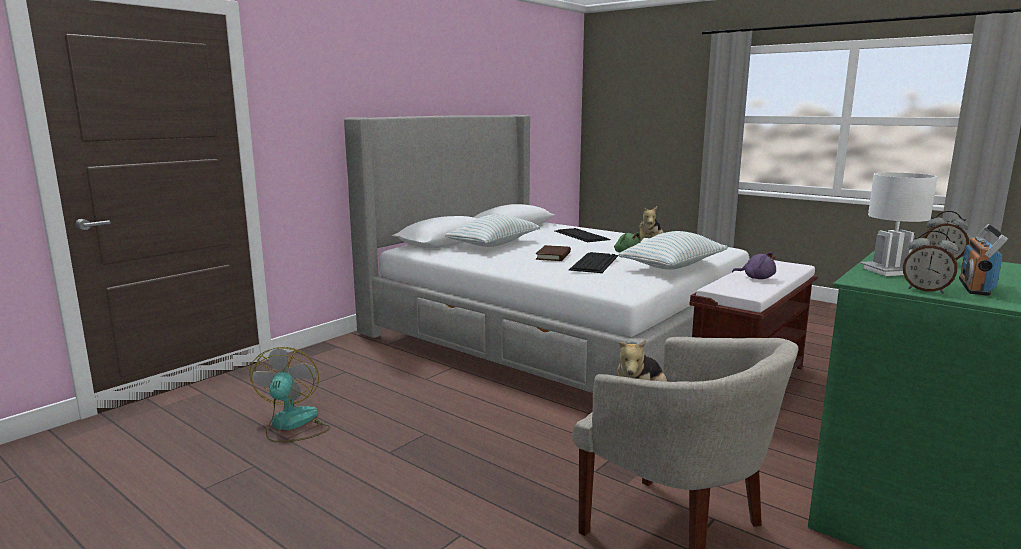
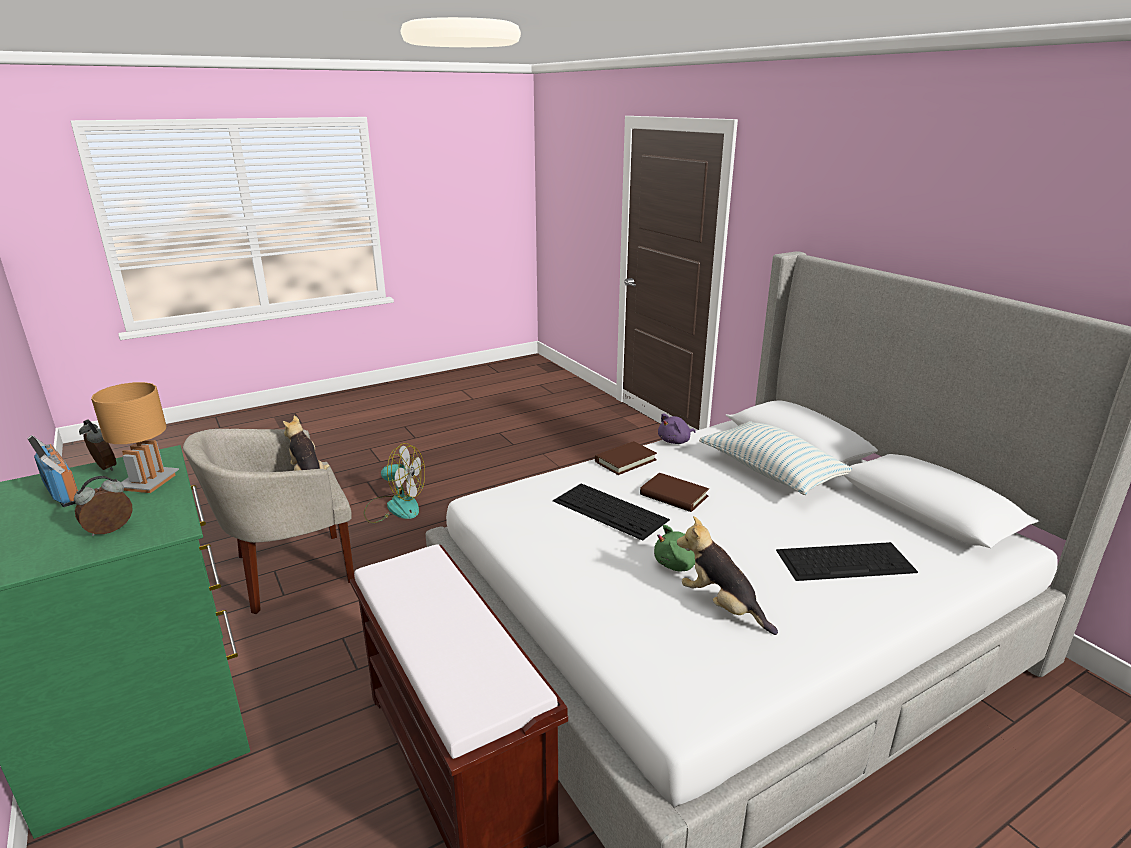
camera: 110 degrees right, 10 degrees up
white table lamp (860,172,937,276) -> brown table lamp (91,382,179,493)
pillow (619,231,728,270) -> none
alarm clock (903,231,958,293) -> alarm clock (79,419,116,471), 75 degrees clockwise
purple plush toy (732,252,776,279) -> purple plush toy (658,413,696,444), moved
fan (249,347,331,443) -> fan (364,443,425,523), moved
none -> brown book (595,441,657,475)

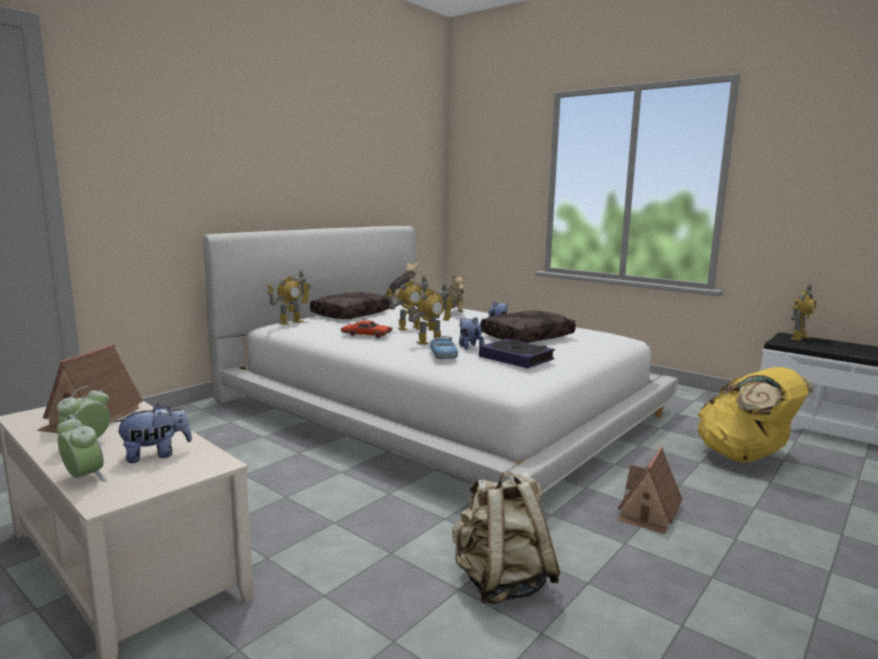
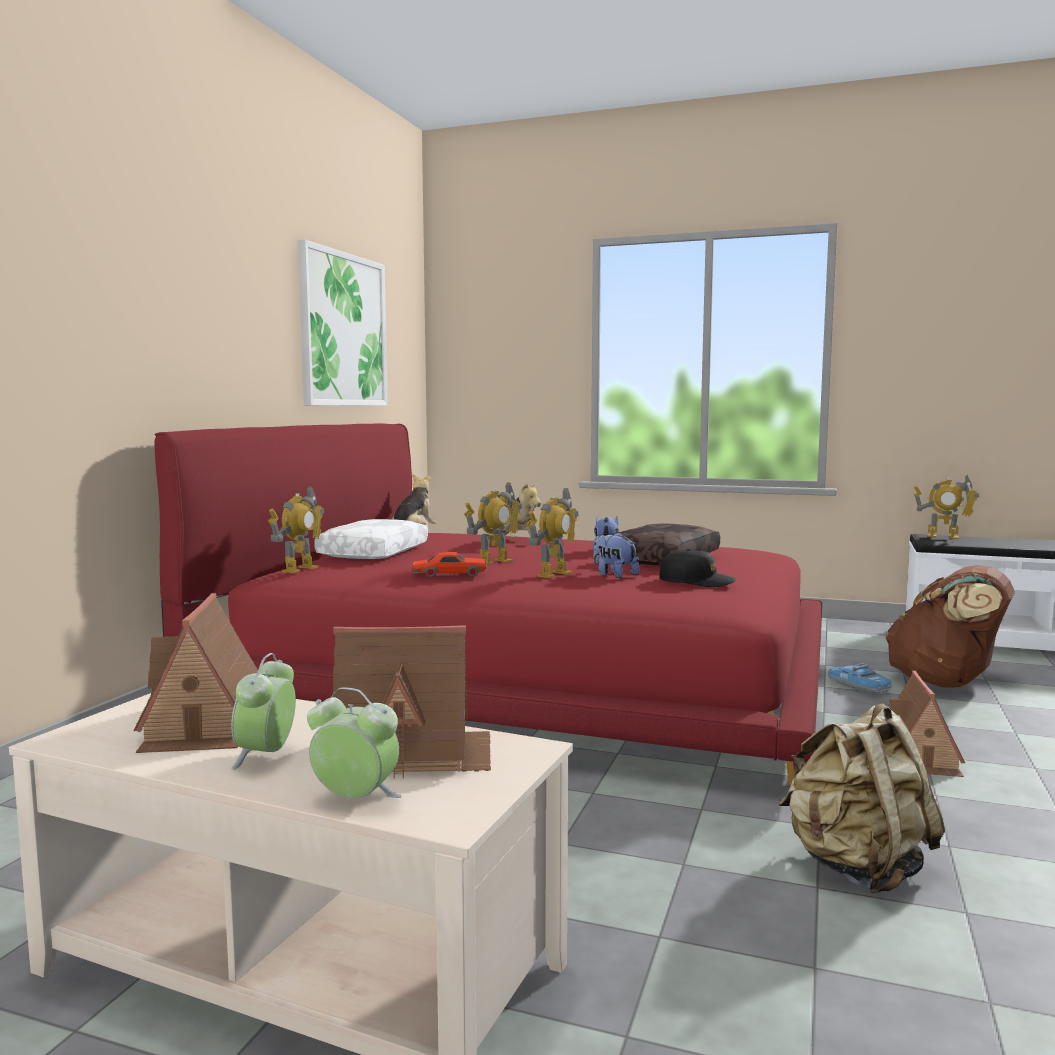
camera: 20 degrees left, 5 degrees down
white bed (203,226,678,494) -> red bed (155,423,822,786)
toy robot (791,284,816,341) -> toy robot (914,474,979,539), 90 degrees clockwise
brown pillow (310,292,390,319) -> white pillow (314,519,428,559)
toy car (430,336,458,359) -> toy car (828,663,891,694), moved
book (479,339,555,368) -> black cap (659,549,737,587)
yellow backpack (698,367,813,463) -> brown backpack (886,565,1015,688)
plush toy (113,404,192,463) -> toy house (333,625,491,779)
none -> picture (298,240,388,406)

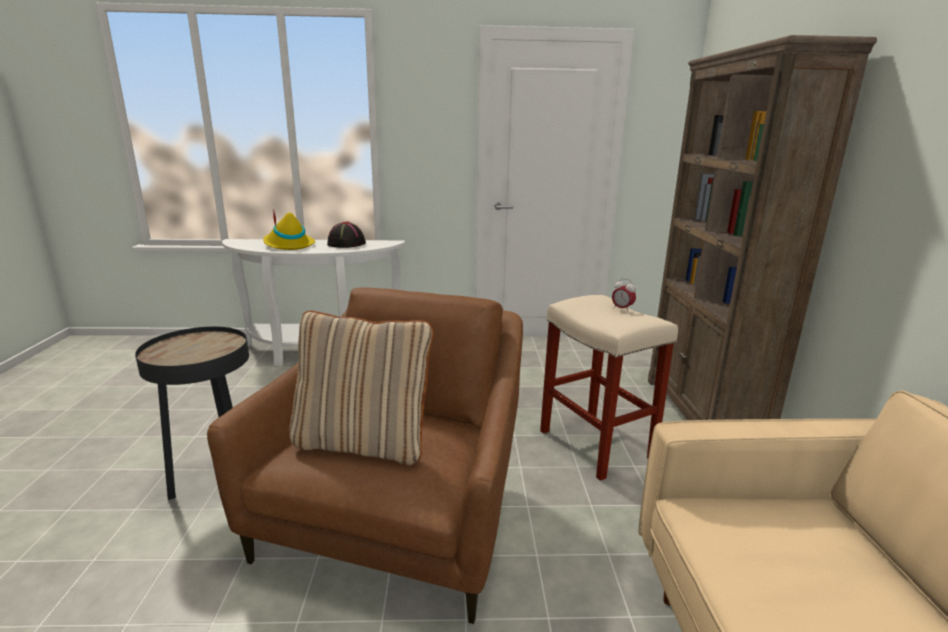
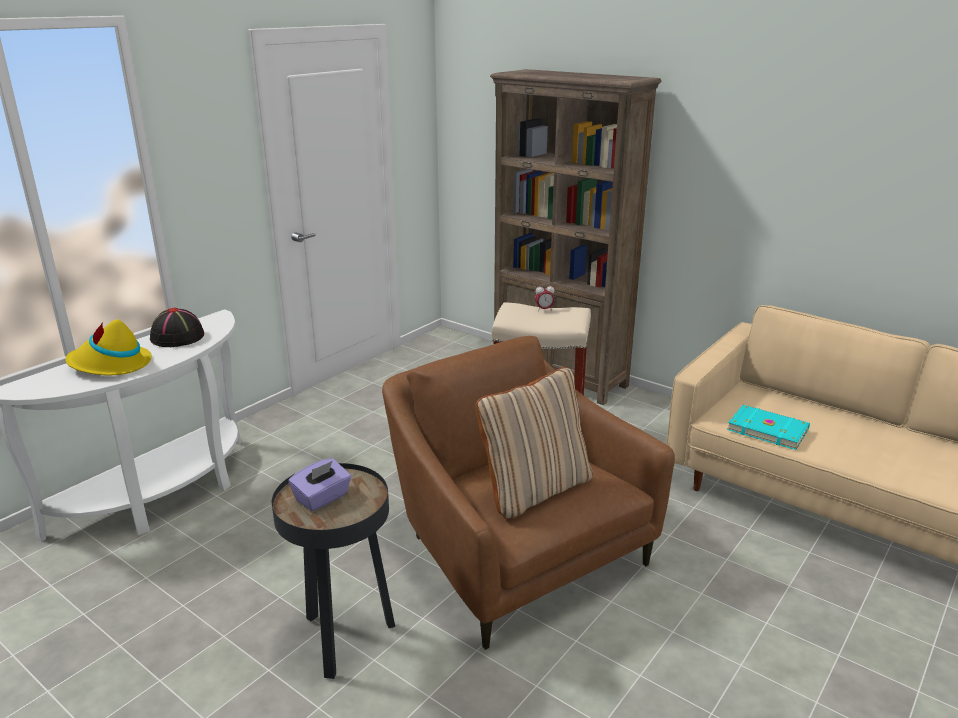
camera: 50 degrees left, 5 degrees up
none -> turquoise book (727,405,810,450)
none -> purple tissue box (289,458,352,511)

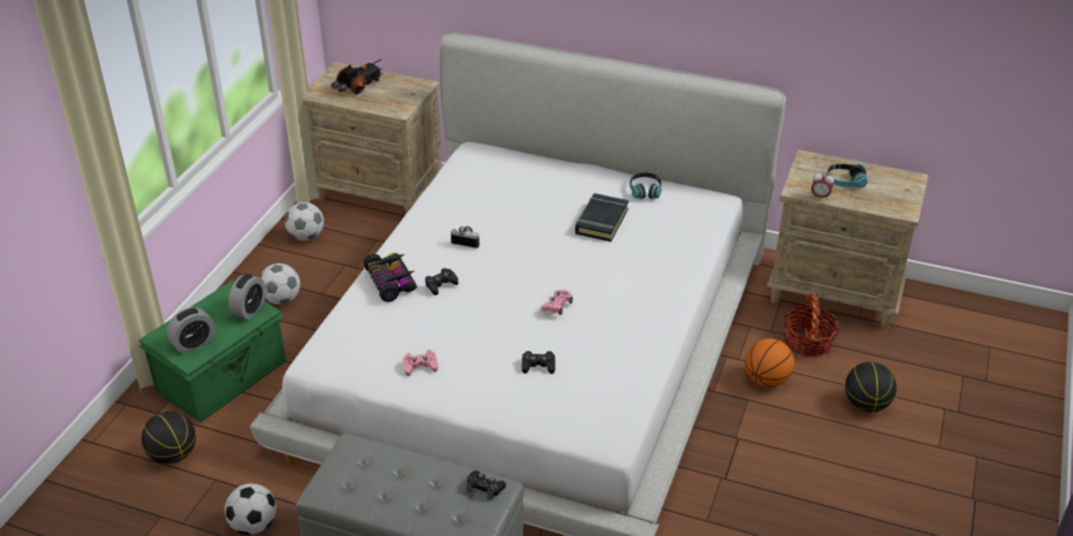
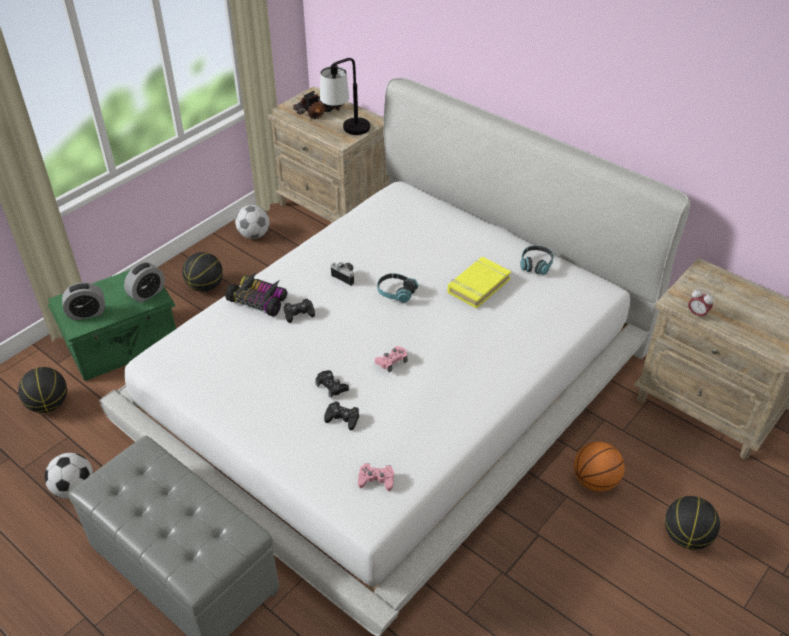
camera: 20 degrees right, 5 degrees up
headphones (826,164,868,188) -> headphones (377,273,418,303), moved
black book (575,193,629,242) -> yellow book (447,257,511,309)
toy car (363,253,417,302) -> toy car (225,273,288,317), 60 degrees counterclockwise
football (259,263,300,304) -> basketball (182,252,223,292)
basket (784,293,839,357) -> none
pink game controller (403,350,438,376) -> pink game controller (358,463,394,491), moved
black game controller (466,471,506,501) -> black game controller (315,370,349,398), moved
none -> table lamp (320,58,370,135)

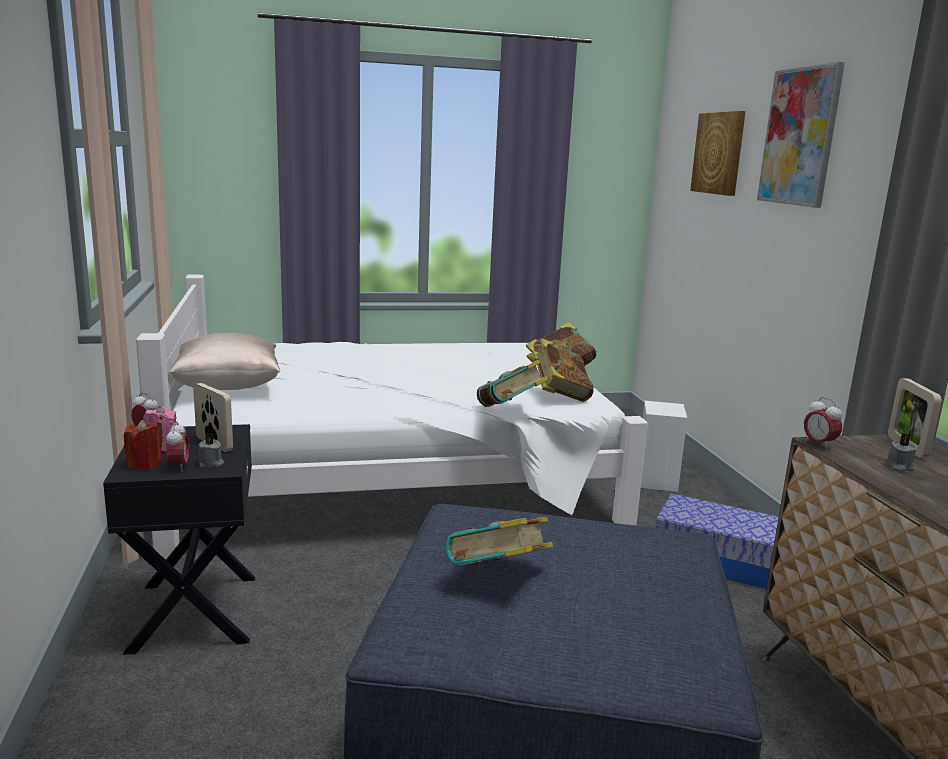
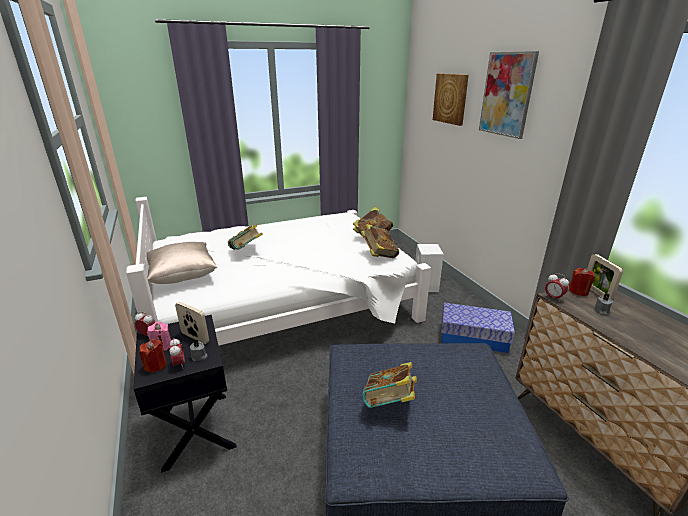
camera: 10 degrees left, 10 degrees up
book (477,360,549,407) -> book (228,225,263,250), moved
none -> red candle (568,268,595,296)

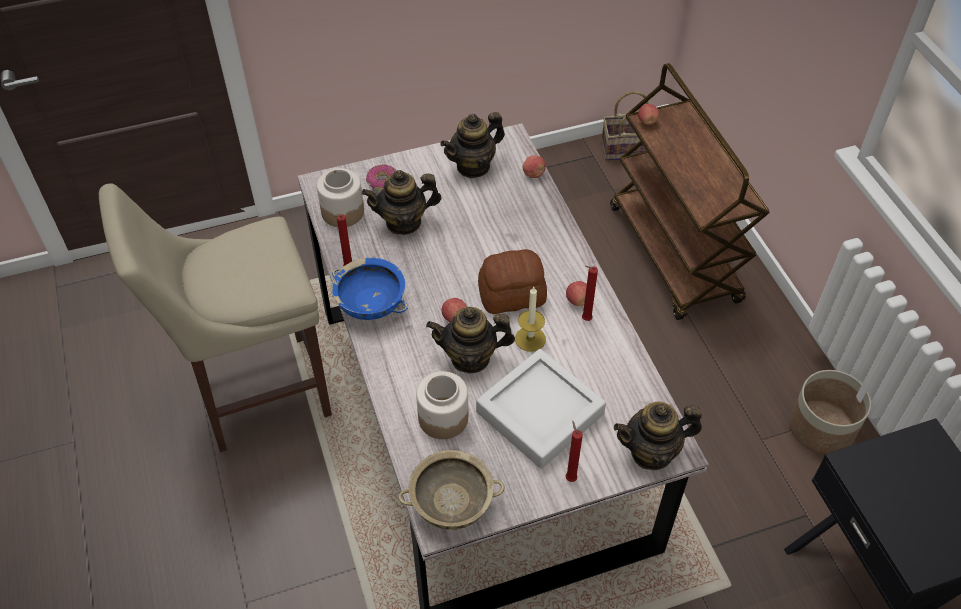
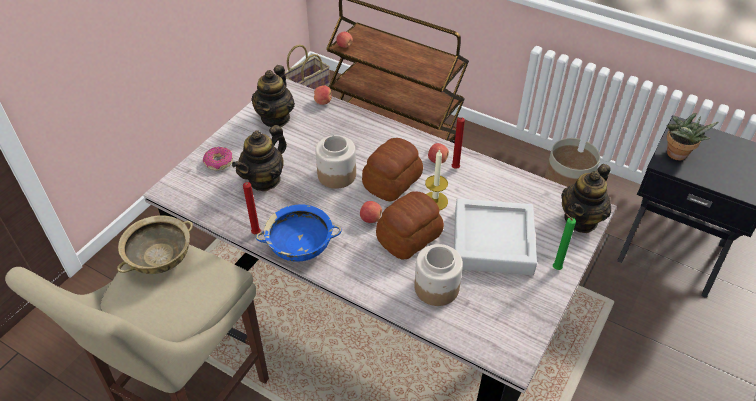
camera: 40 degrees left, 5 degrees down
jar (317,168,364,227) -> jar (315,135,356,189), moved
teapot (426,307,515,374) -> bread (376,191,444,259)
red candle (566,420,583,482) -> green candle (553,212,576,270)
beige bowl (398,450,505,530) -> beige bowl (117,215,193,274), moved
none -> potted plant (667,113,718,160)

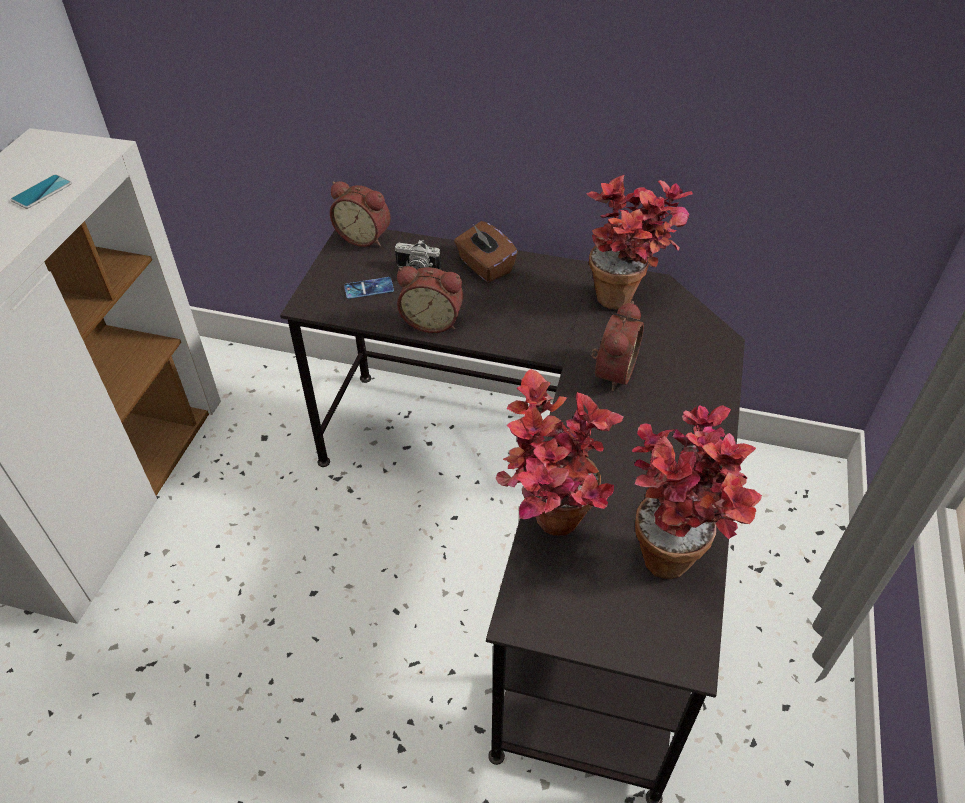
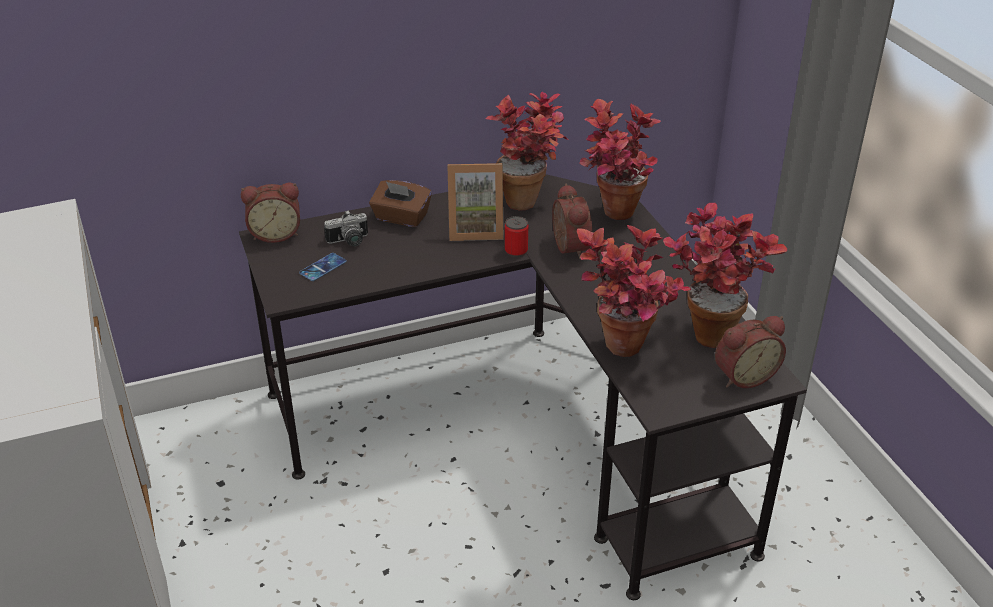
camera: 35 degrees left, 10 degrees down
phone (10,174,72,209) -> none
alarm clock (397,266,463,333) -> alarm clock (715,316,786,388), moved
none -> potted plant (579,99,661,220)
none -> picture frame (447,163,503,241)
none -> can (505,216,528,257)

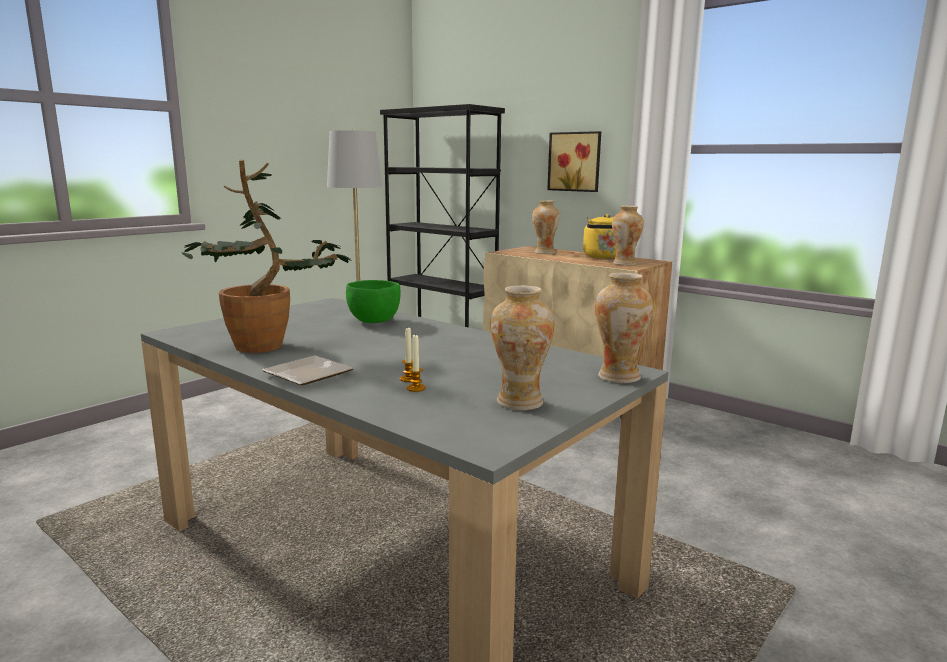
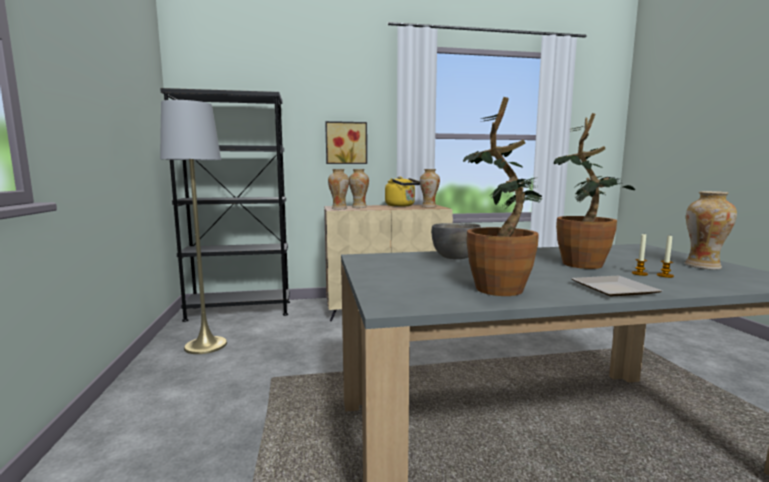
camera: 50 degrees left, 5 degrees down
vase (595,273,653,383) -> vase (328,169,349,209), moved
green bowl (346,280,401,323) -> grey bowl (432,223,481,259)
none -> potted plant (554,113,635,269)

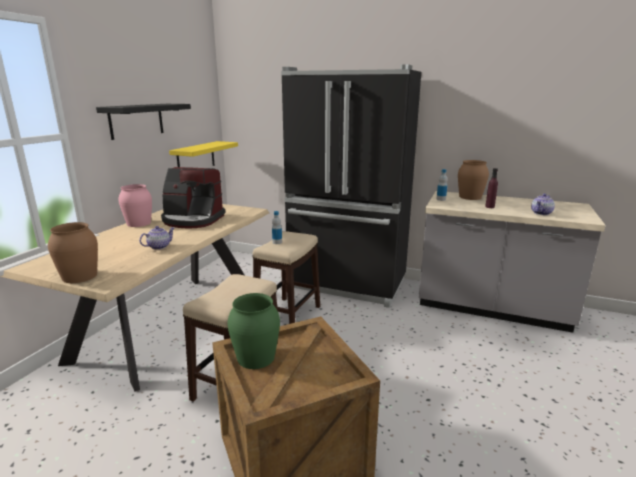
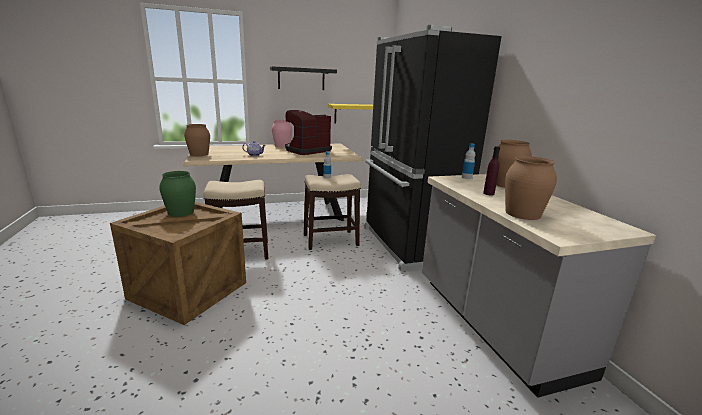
camera: 50 degrees right, 0 degrees up
coffee machine (161,167,226,228) -> coffee machine (285,110,332,155), 75 degrees clockwise
teapot (531,194,555,215) -> brown vase (505,156,557,220)

